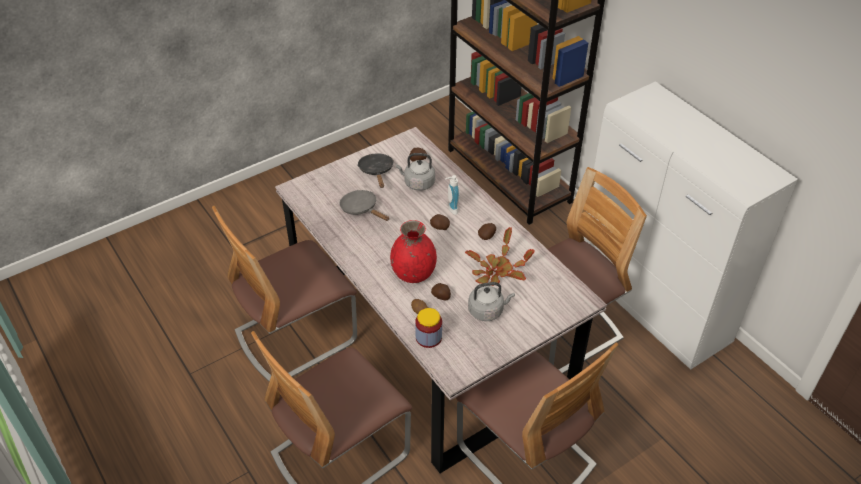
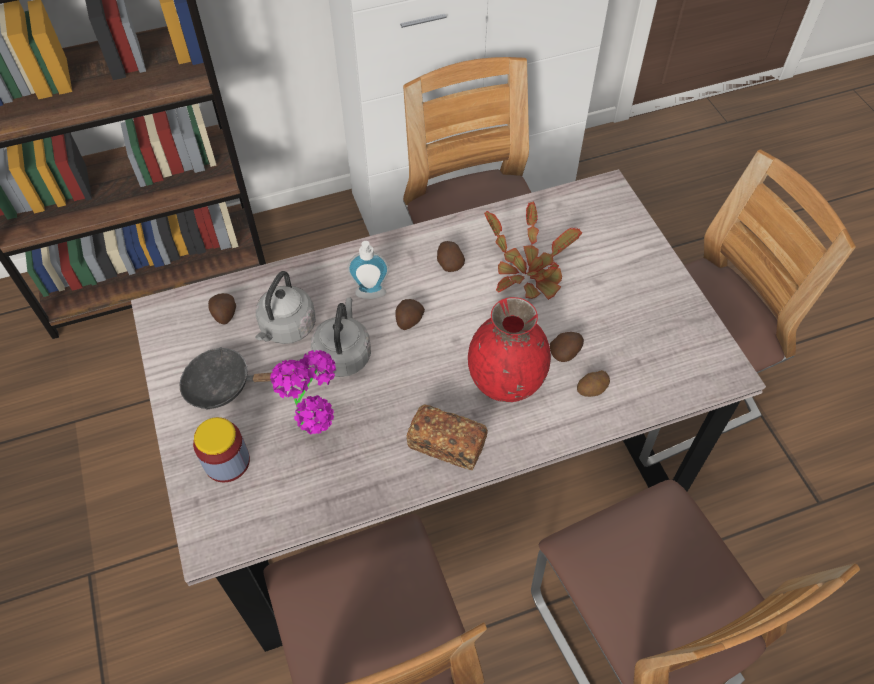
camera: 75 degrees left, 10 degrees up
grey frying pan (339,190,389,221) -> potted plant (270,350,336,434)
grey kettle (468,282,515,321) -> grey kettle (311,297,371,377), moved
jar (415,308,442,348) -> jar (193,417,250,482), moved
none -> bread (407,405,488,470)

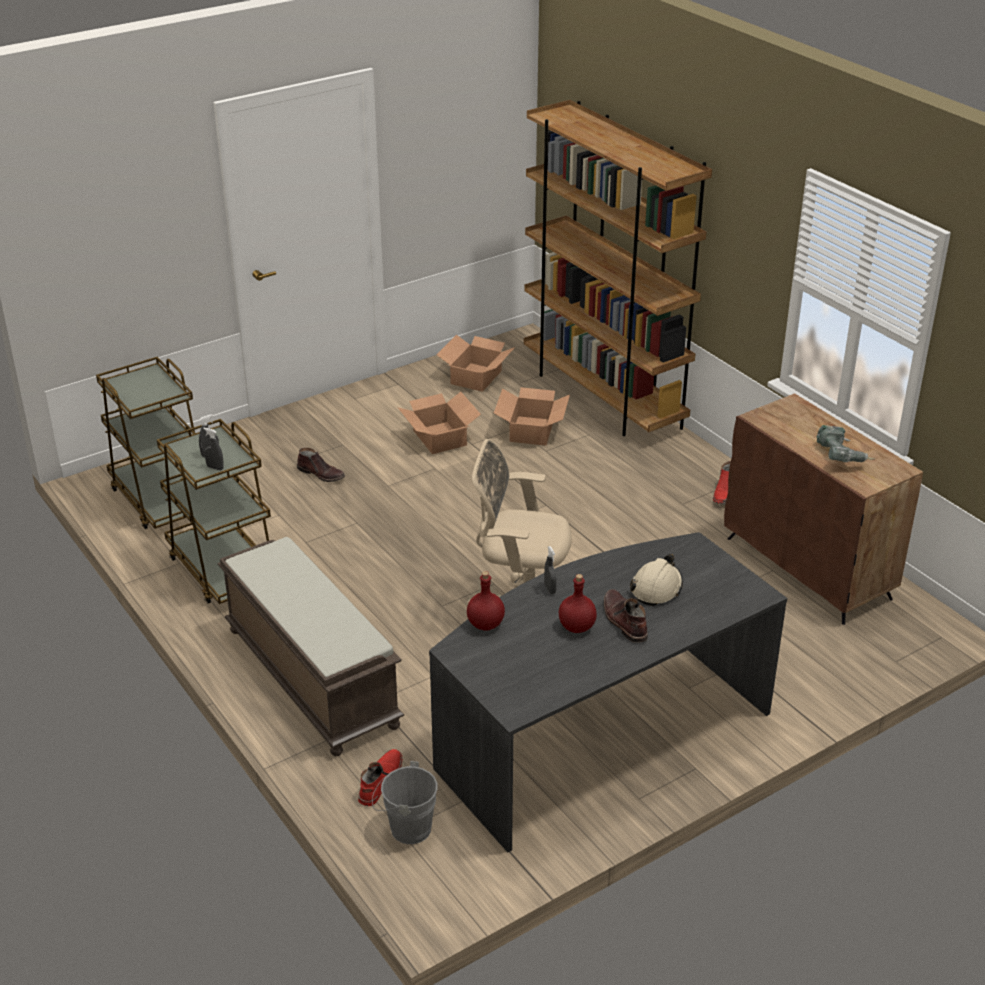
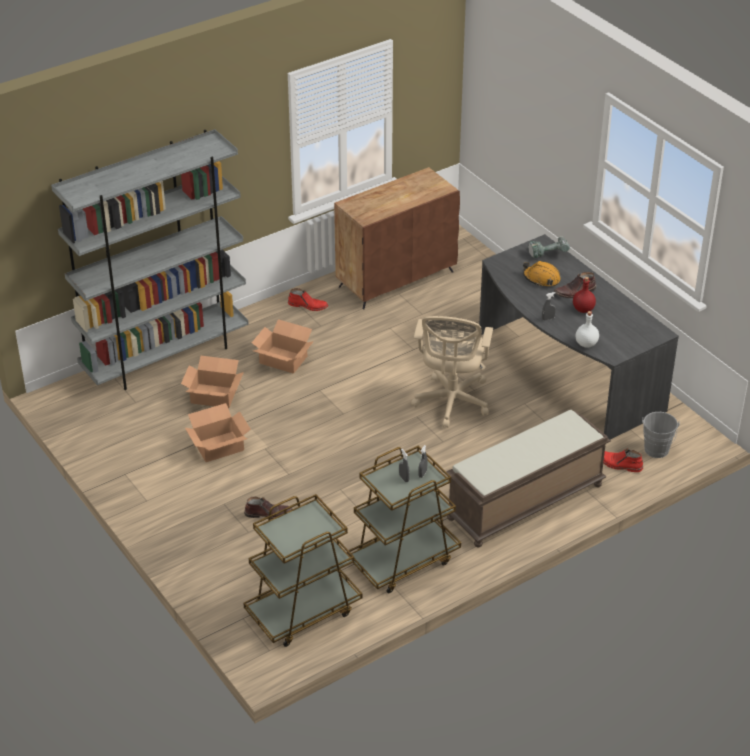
camera: 90 degrees left, 5 degrees up
brown bookcase (524,100,712,436) -> grey bookcase (51,129,249,390)
cardboard box (437,335,515,392) -> cardboard box (252,319,314,374), moved
power drill (816,425,874,462) -> power drill (528,236,570,258), moved
brown boot (297,448,345,482) -> brown boot (244,497,292,519), 60 degrees clockwise
beige hard hat (630,554,683,606) -> orange hard hat (523,261,561,286)
red bottle (467,571,505,631) -> white bottle (575,311,599,348)

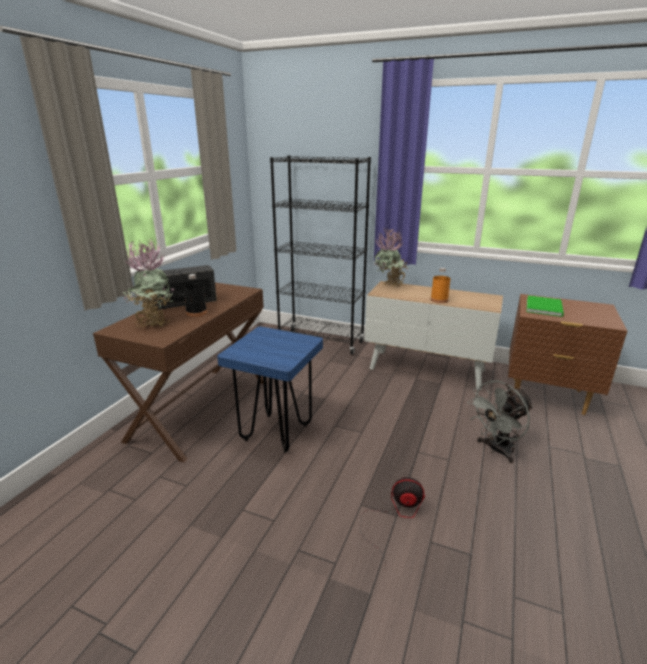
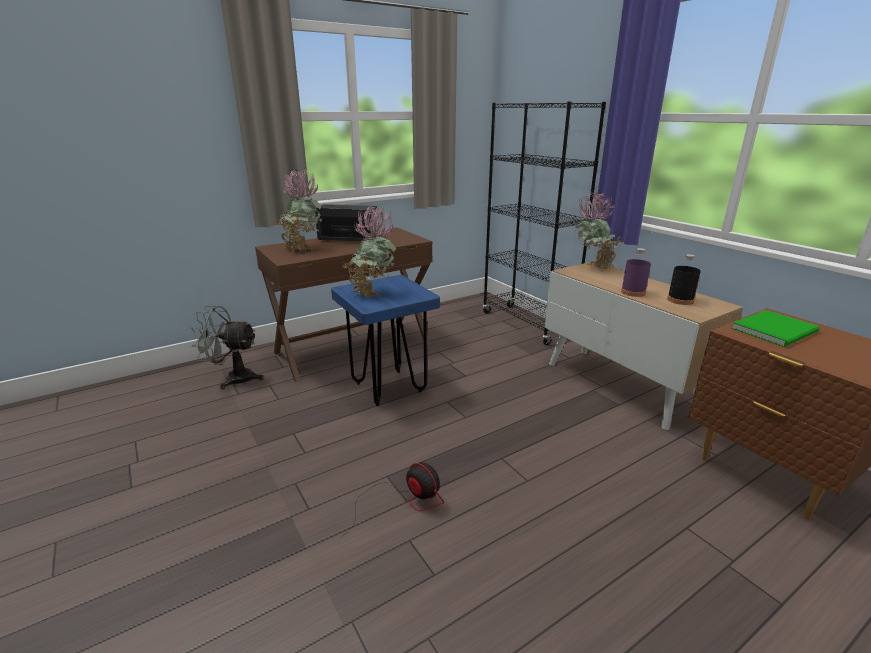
camera: 35 degrees right, 0 degrees up
orange bottle (431,268,450,303) -> purple bottle (621,248,651,297)
black bottle (183,274,207,317) -> black bottle (667,254,701,305), moved
grey fan (467,381,533,463) -> grey fan (191,306,264,389), moved
none -> potted plant (341,206,397,299)

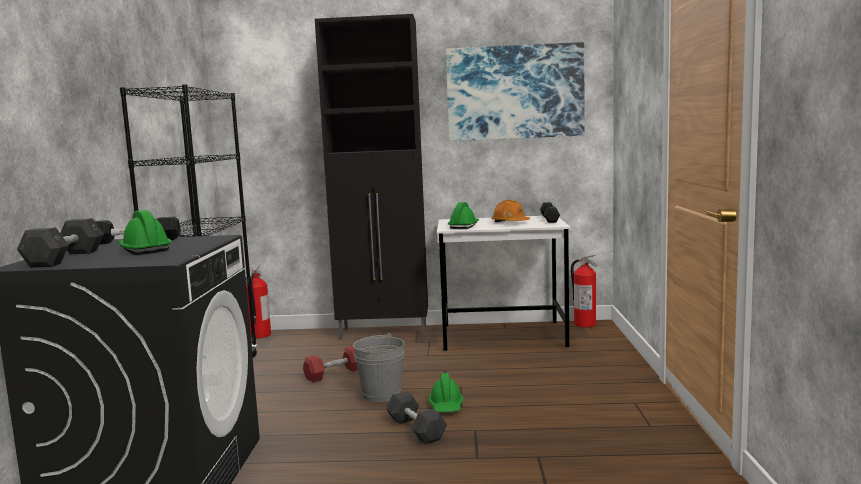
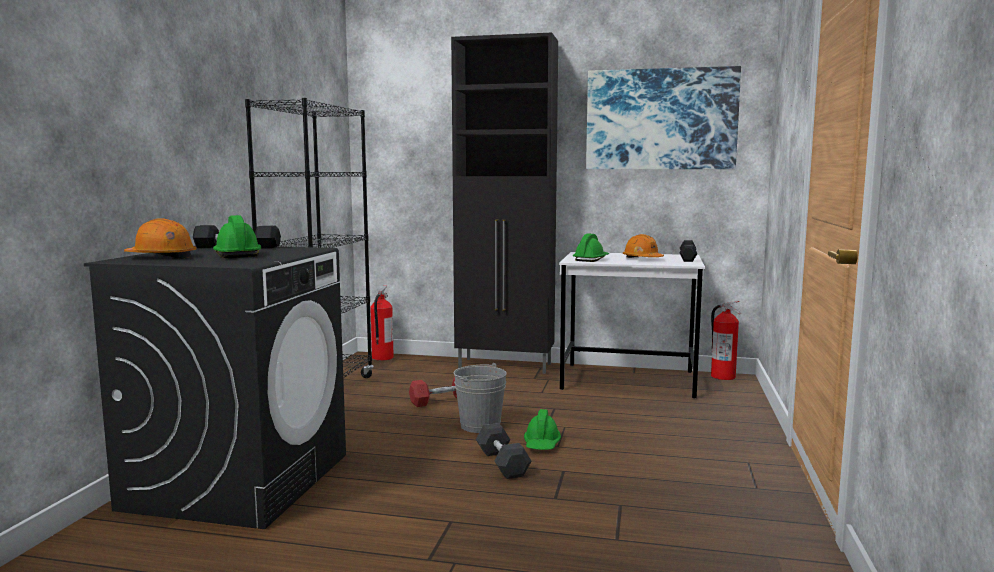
camera: 10 degrees right, 0 degrees up
grey dumbbell (17,218,104,268) -> orange hard hat (124,218,196,259)

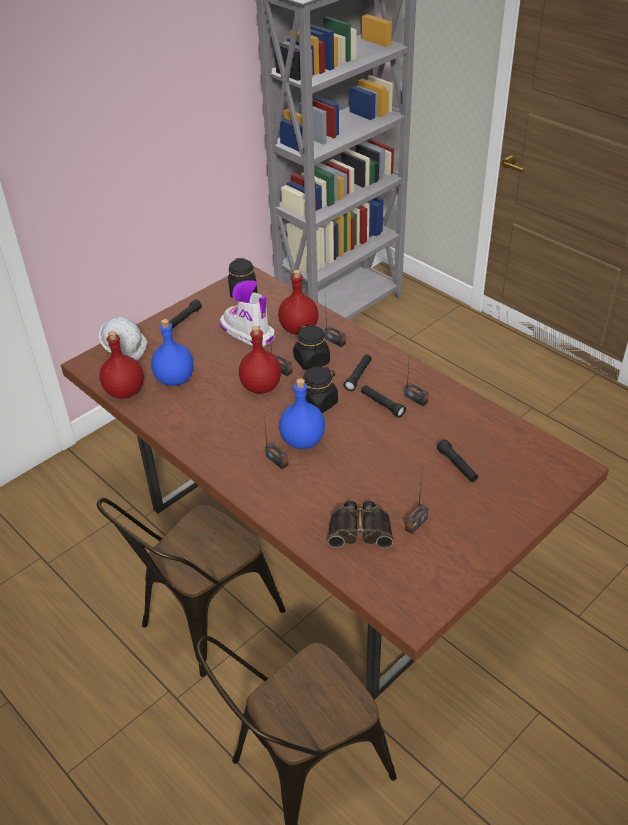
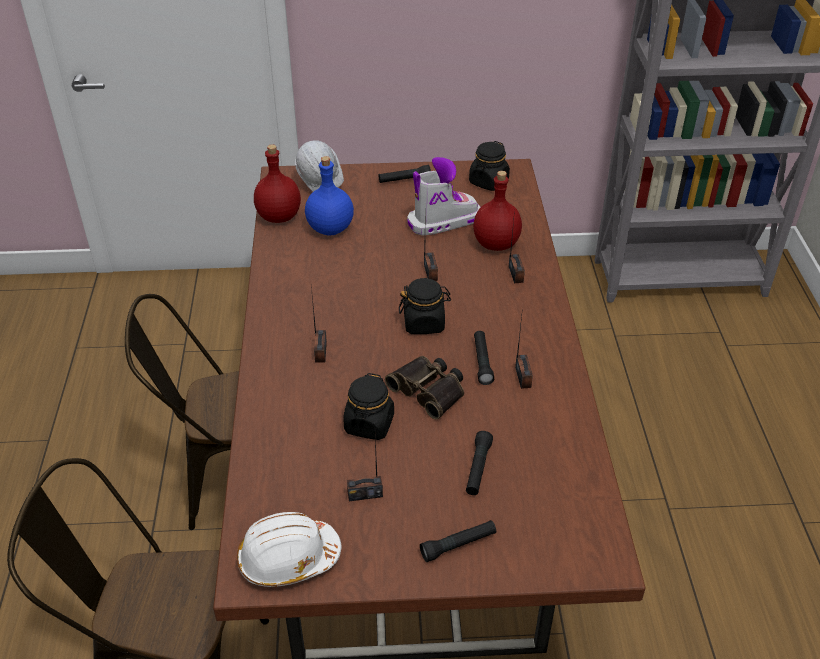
camera: 40 degrees right, 0 degrees up
boot (219,280,275,347) -> boot (407,157,481,236), 75 degrees clockwise
black jar (293,324,330,370) -> black jar (343,373,394,440), moved
red bottle (239,326,281,393) -> none
black flashlight (344,354,372,391) -> black flashlight (420,520,496,562), moved
blue bottle (279,378,325,449) -> none
binoculars (327,501,393,548) -> binoculars (385,356,464,420), moved
none -> white hard hat (237,512,342,587)

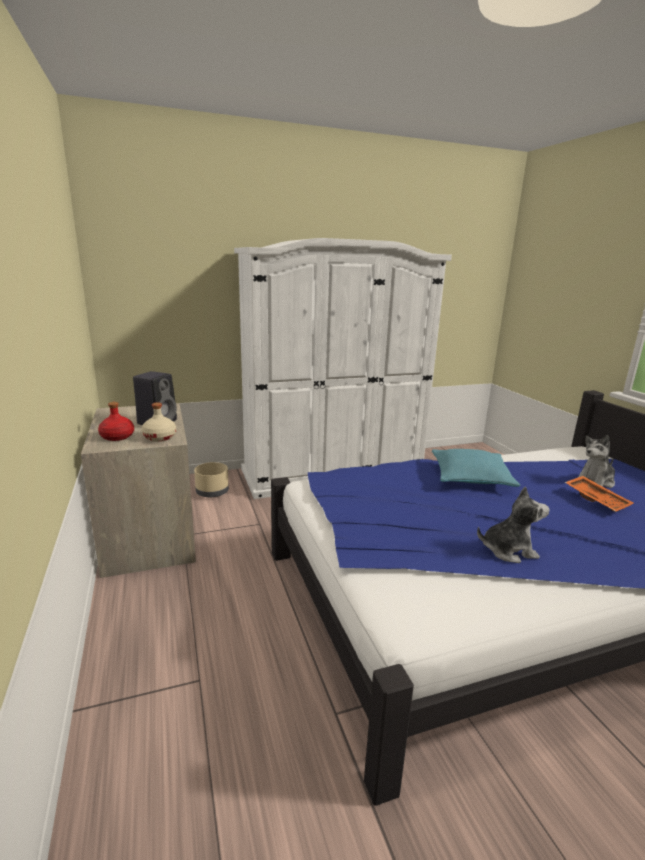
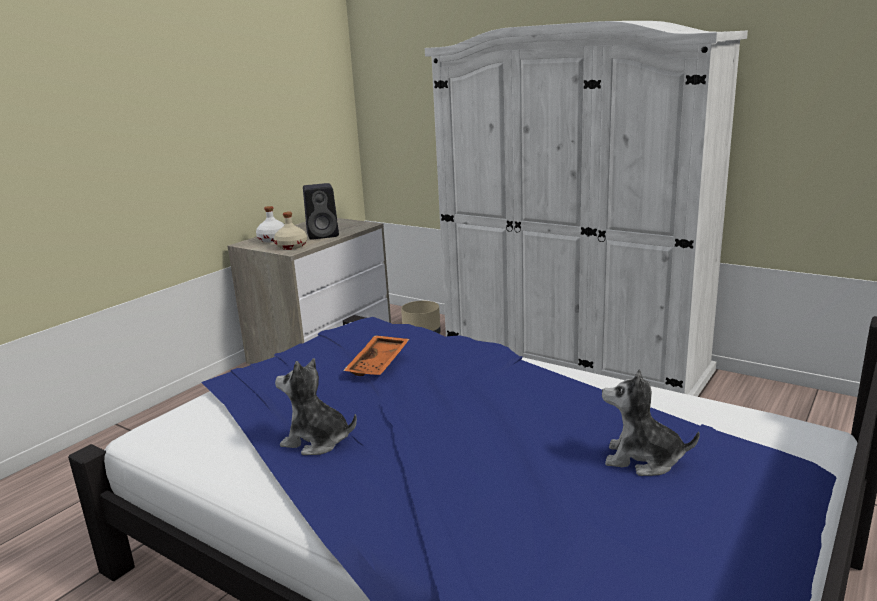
camera: 55 degrees right, 0 degrees up
red bottle (98,402,134,441) -> white bottle (256,206,284,243)
turquoise pillow (432,449,520,487) -> none
orange tray (565,476,633,512) -> orange tray (343,335,409,376), moved
plush toy (477,486,549,563) -> plush toy (275,358,357,455), 150 degrees clockwise

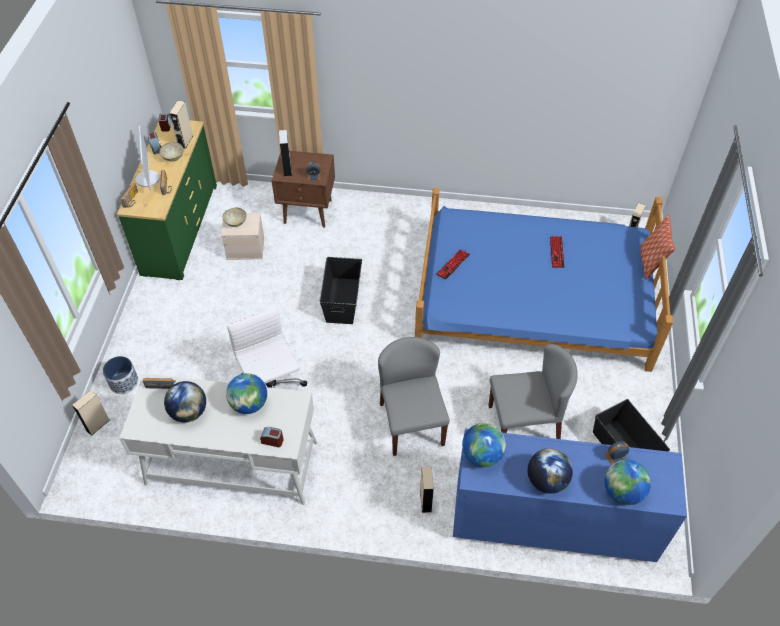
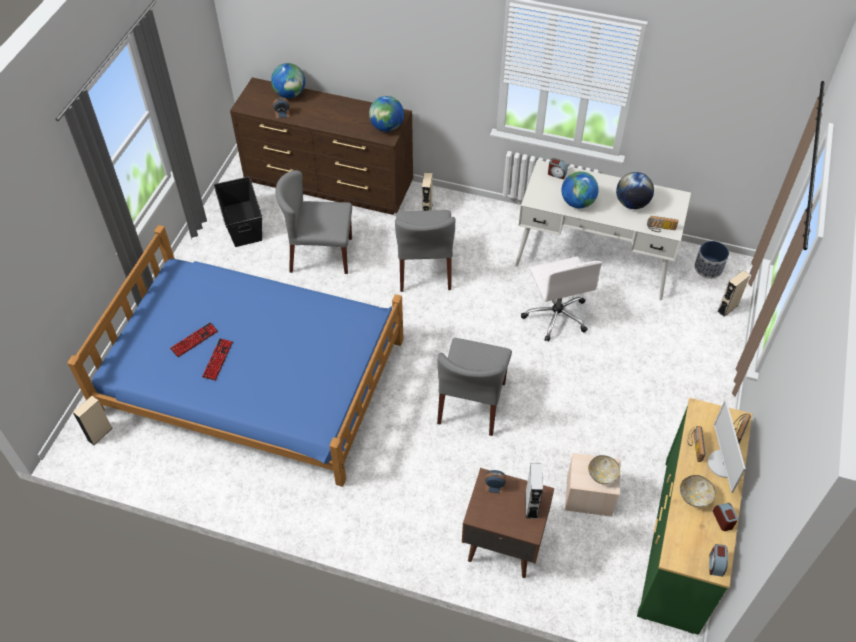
camera: 170 degrees left, 0 degrees up
beige speaker (169,100,193,149) -> none
pillow (641,214,675,279) -> none
keyboard (436,249,470,279) -> keyboard (170,323,218,358), moved
black storage box (320,257,362,324) -> grey chair (437,338,512,436)
planter (103,356,138,394) -> planter (694,241,729,279), moved
blue dresser (453,428,687,562) -> brown dresser (230,77,413,215)
globe (528,448,573,494) -> none

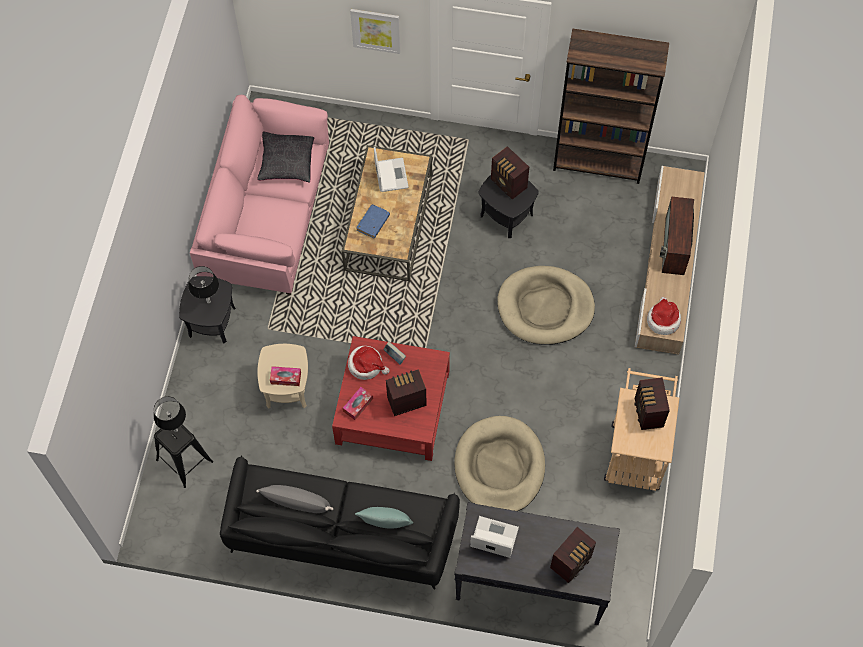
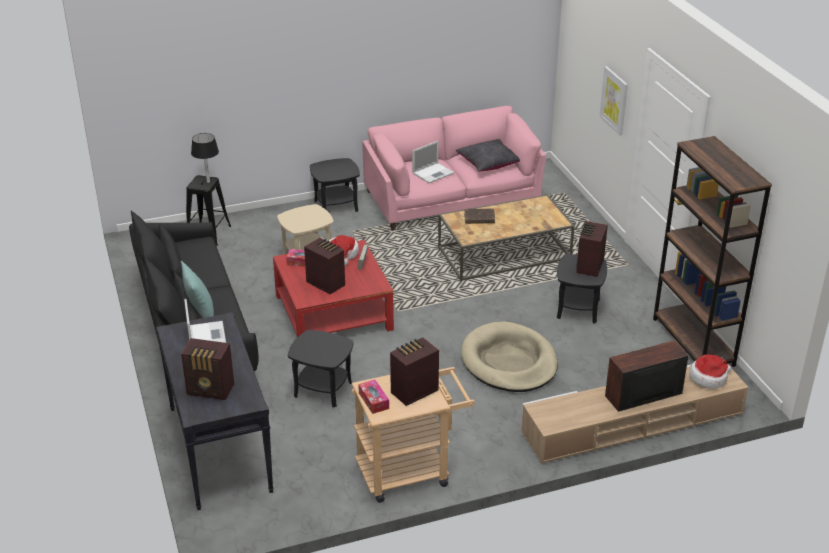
camera: 60 degrees right, 30 degrees down
laptop (374,147,409,192) -> laptop (412,141,454,183), moved
blue book (356,204,390,238) -> brown book (464,209,495,224)
black table lamp (188,266,219,304) -> none
hat (647,297,681,335) -> hat (689,355,732,389), moved
tissue box (270,366,301,386) -> tissue box (358,380,389,414), moved
beige dog bed (454,416,545,511) -> black side table (288,330,354,407)
grey pillow (256,485,333,513) -> none

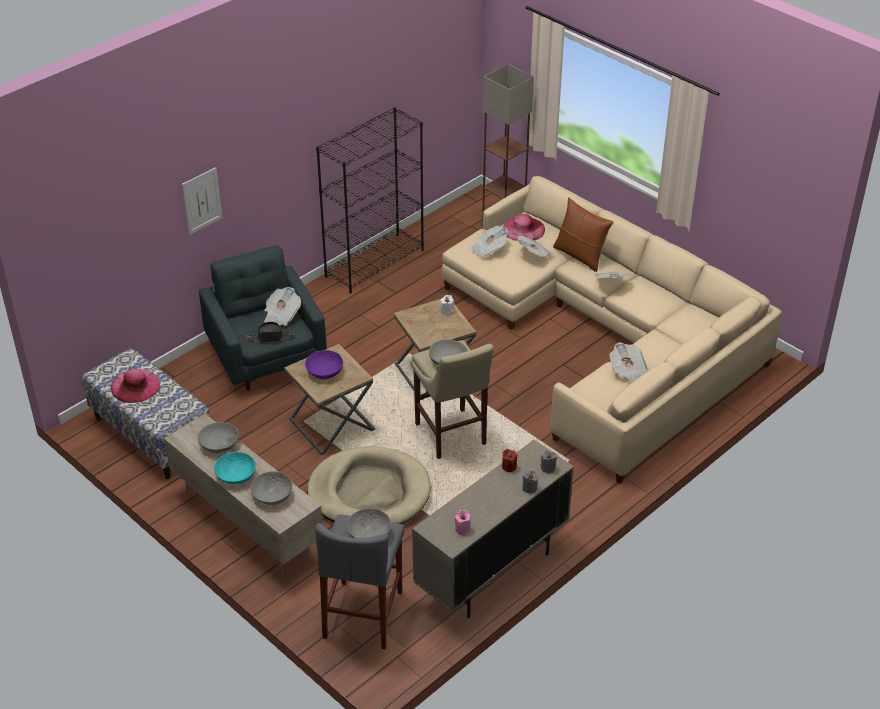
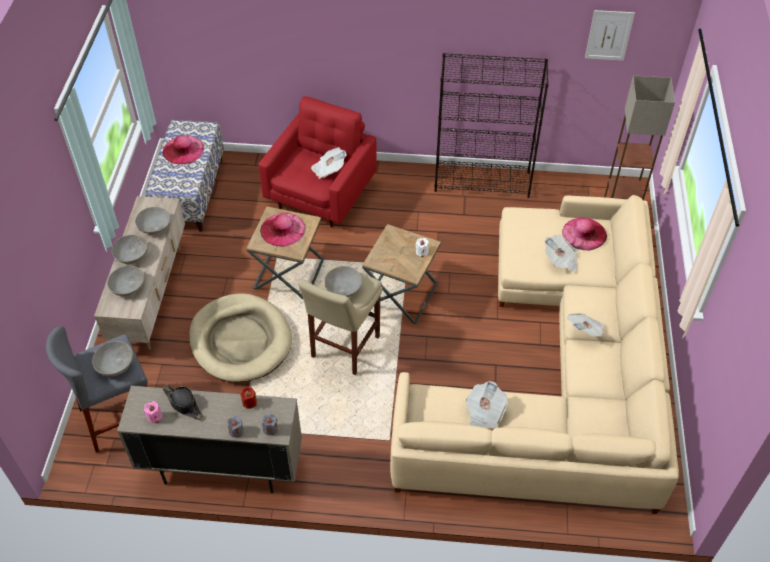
camera: 50 degrees right, 10 degrees up
picture (182,167,222,235) -> picture (585,10,635,61), moved
brown pillow (553,197,613,272) -> none
newspaper (470,226,508,258) -> none
grey armchair (199,245,327,391) -> red armchair (258,96,377,227)
black hat (246,322,294,343) -> black hat (163,384,203,420), moved
purple bowl (305,350,343,379) -> pink hat (260,213,305,247)
turquoise bowl (214,451,256,484) -> grey bowl (112,235,148,264)

